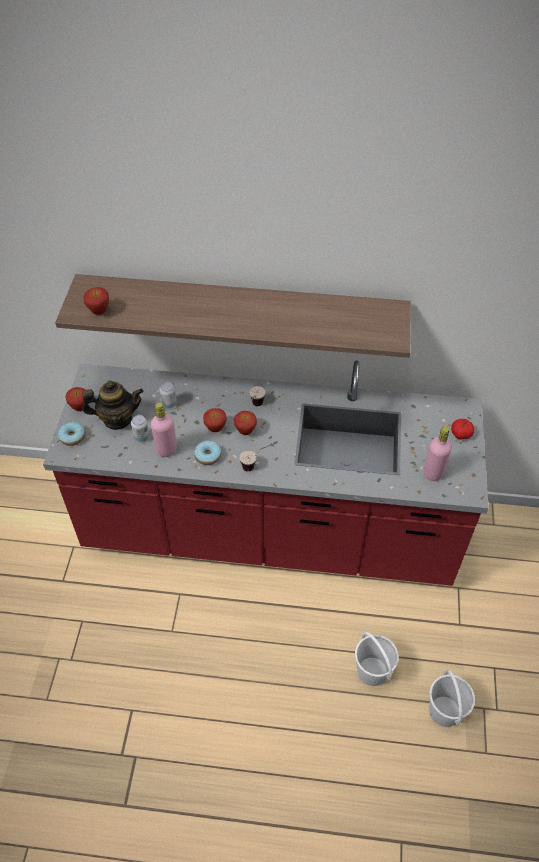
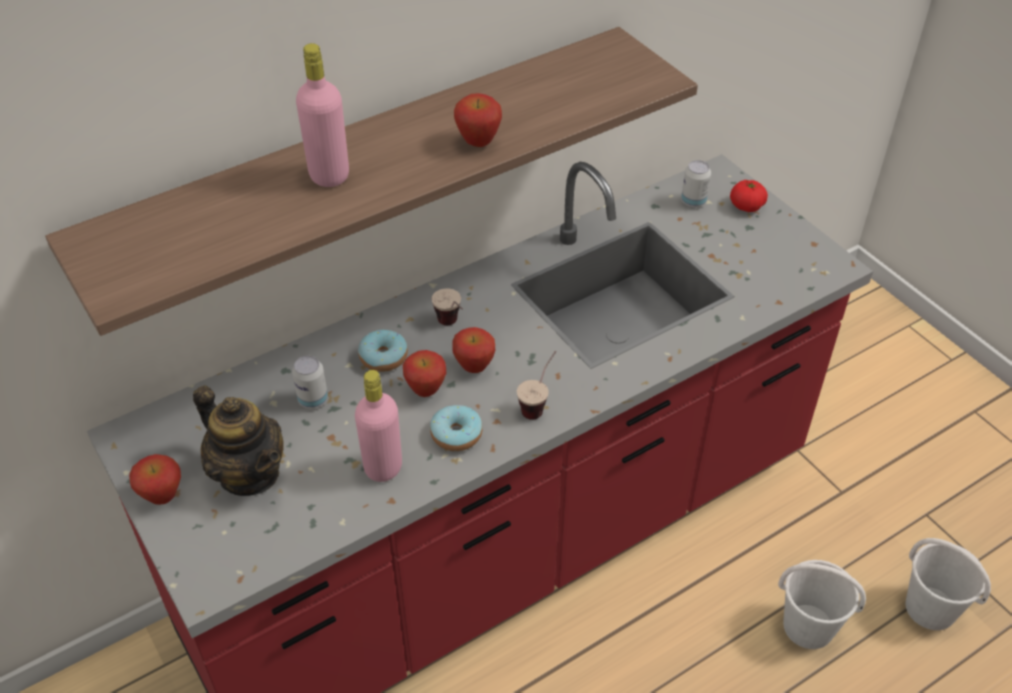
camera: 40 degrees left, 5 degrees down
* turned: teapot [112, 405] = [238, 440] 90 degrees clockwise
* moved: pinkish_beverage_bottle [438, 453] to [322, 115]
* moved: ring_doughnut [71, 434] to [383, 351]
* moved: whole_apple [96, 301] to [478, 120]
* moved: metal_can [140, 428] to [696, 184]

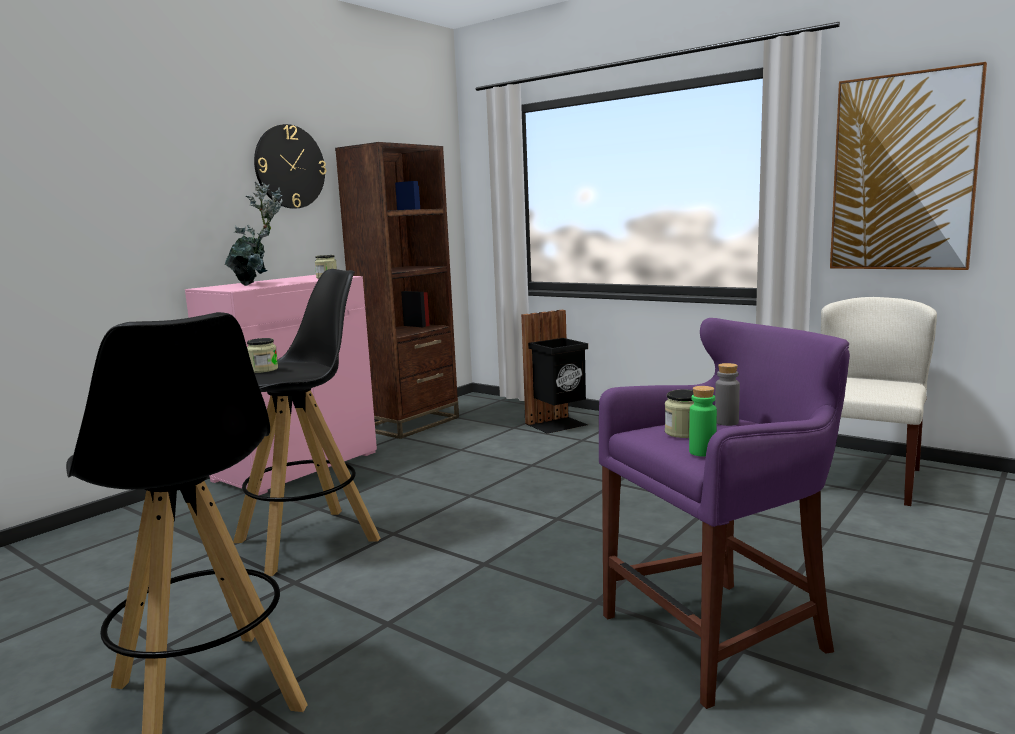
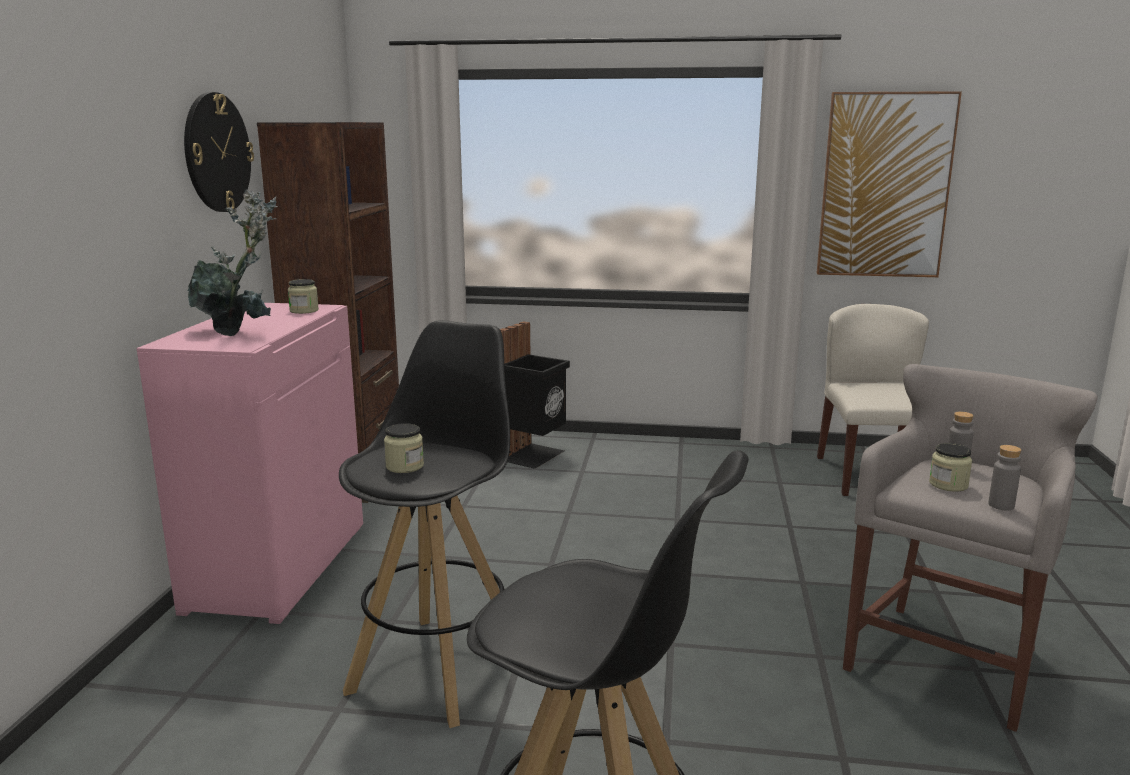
camera: 30 degrees left, 5 degrees up
* recoloured: purple-coloured_stool [724, 513] to greyish_stool [970, 548]
* recoloured: green-coloured_beverage_bottle [703, 421] to greyish_beverage_bottle [1004, 477]

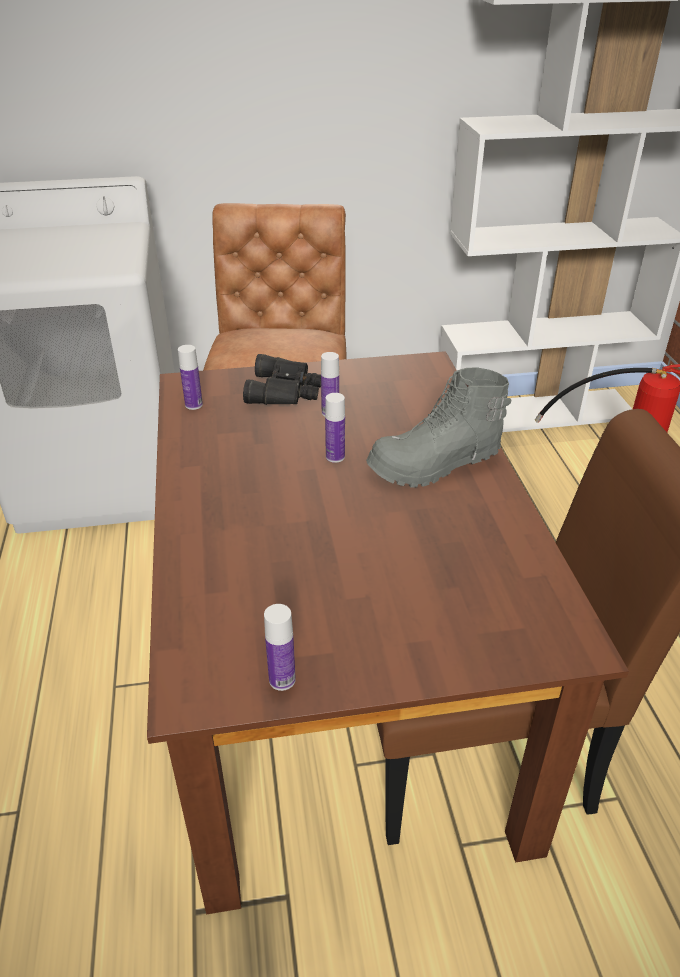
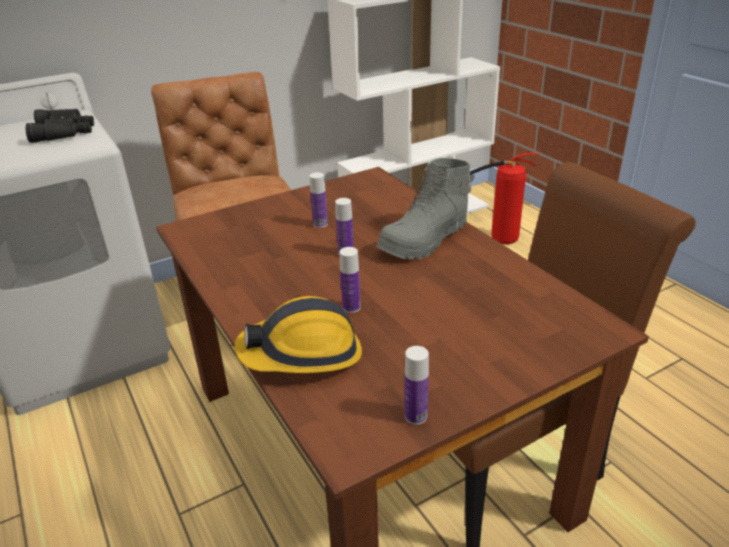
camera: 20 degrees left, 5 degrees down
* moved: black-coloured_field_glasses [282, 379] to [59, 126]
* added: safety_helmet [298, 334]
* moved: beverage_bottle [190, 377] to [350, 280]

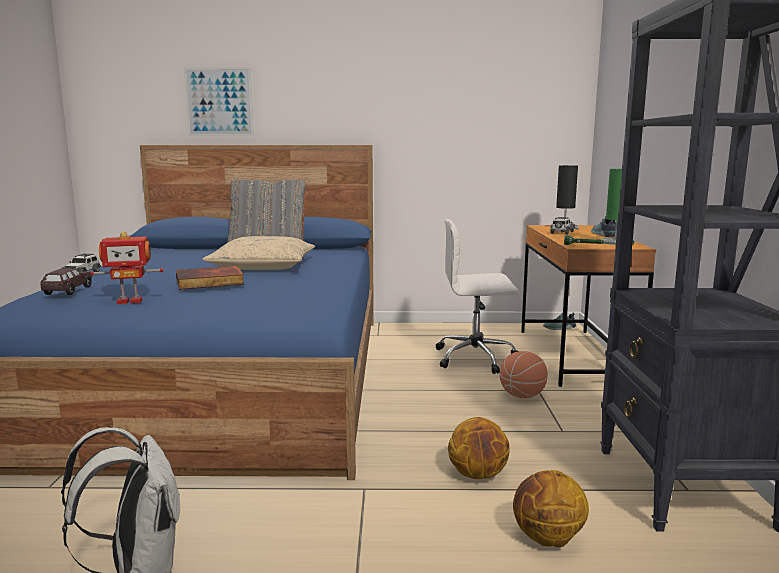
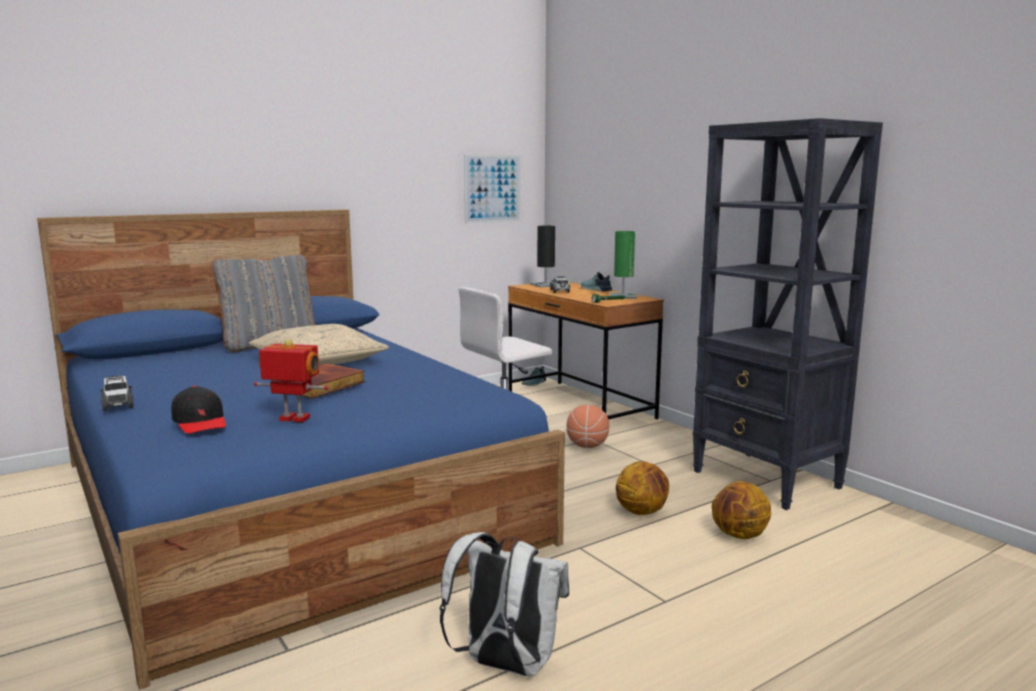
camera: 35 degrees left, 0 degrees up
* replaced: brown-coloured_model_car [66, 282] to black-coloured_baseball_cap [198, 410]
* turned: robot_figure [127, 268] = [291, 380] 120 degrees counterclockwise
* moved: picture [219, 101] to [492, 188]

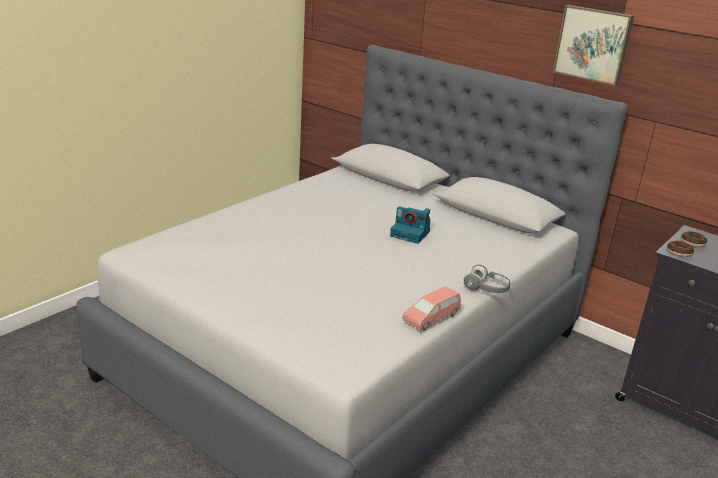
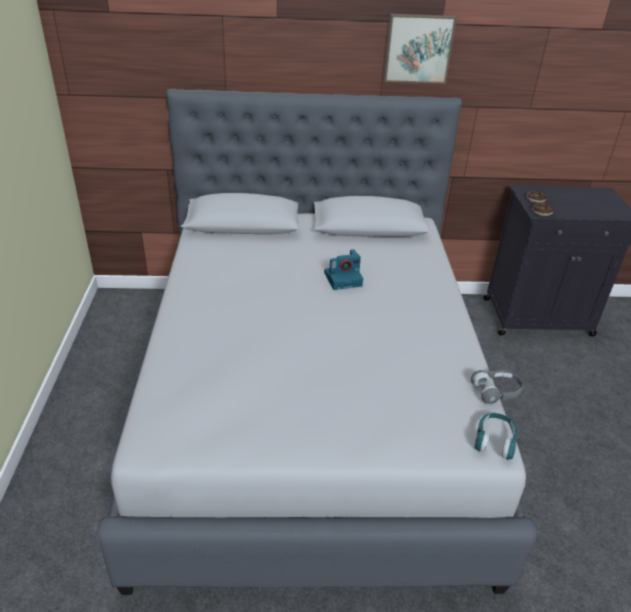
camera: 40 degrees left, 10 degrees up
* moved: greyish_headset [487, 279] to [497, 387]
* added: blue-green_headset [496, 436]
* removed: pinkish_model_car [432, 308]

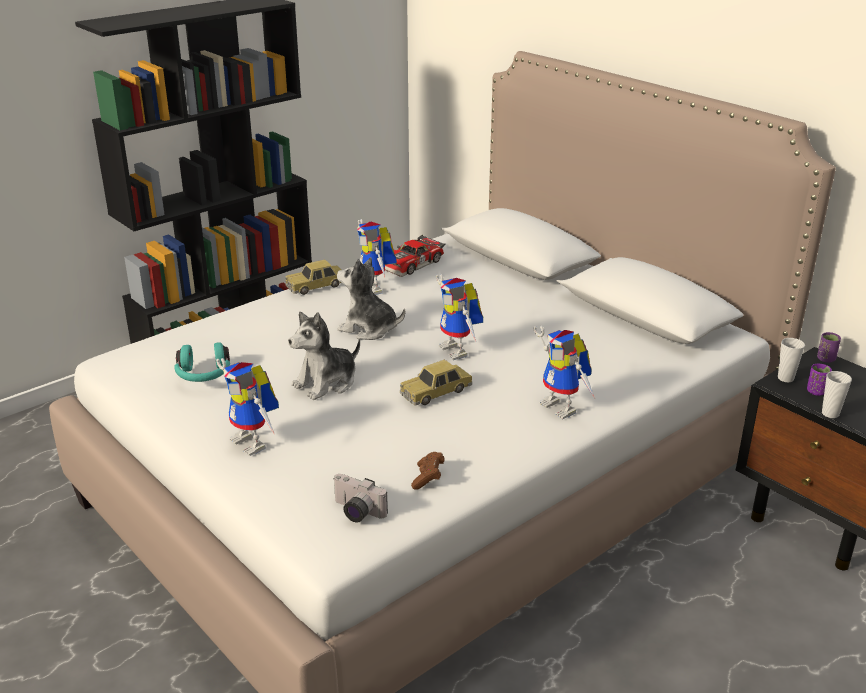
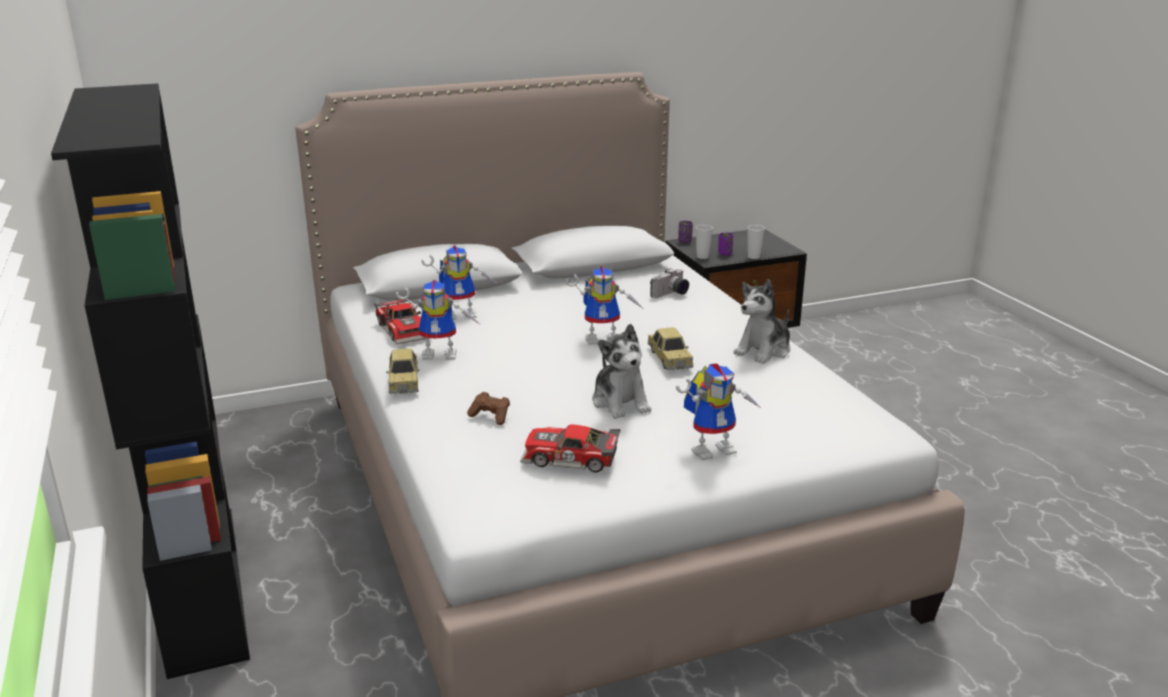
camera: 70 degrees left, 5 degrees down
* moved: robot_figure [565, 372] to [459, 283]
* moved: brown-coloured_joypad [428, 471] to [488, 408]
* replaced: blue-green_headset [202, 362] to model_car [570, 448]
* moved: photo_camera [360, 498] to [669, 283]
* moved: cuddly_toy [371, 298] to [761, 321]

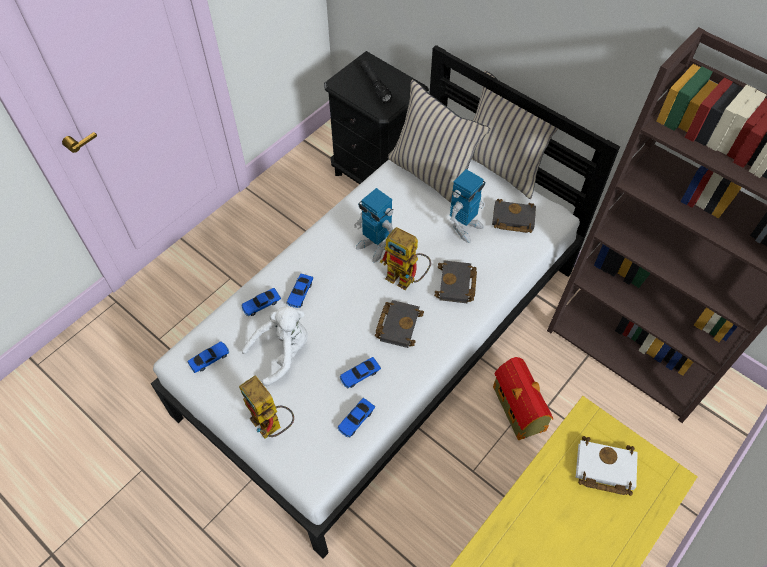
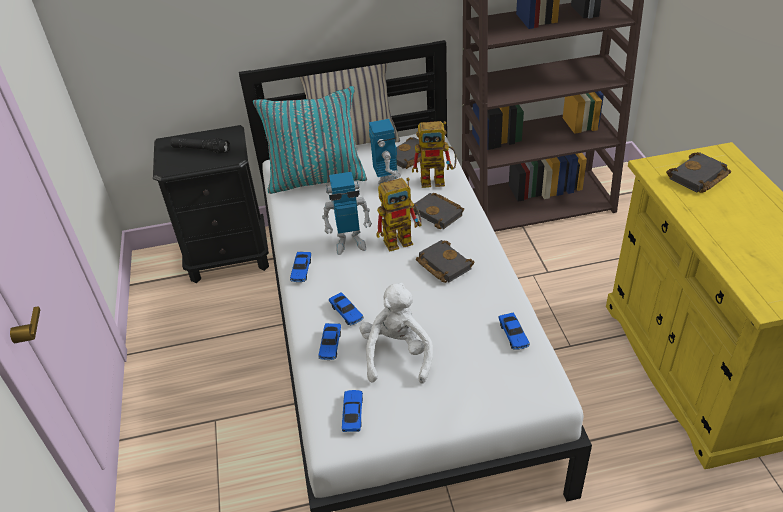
camera: 50 degrees left, 15 degrees down
* recoloured: sand-coloured_cushion [439, 141] to blue-green_cushion [310, 140]
* moved: model_car [360, 372] to [300, 267]
* moved: robot_figure [266, 407] to [434, 154]
* recoloured: whitish_book [607, 466] to black-coloured_book [698, 172]
* removed: miniature_house [523, 398]

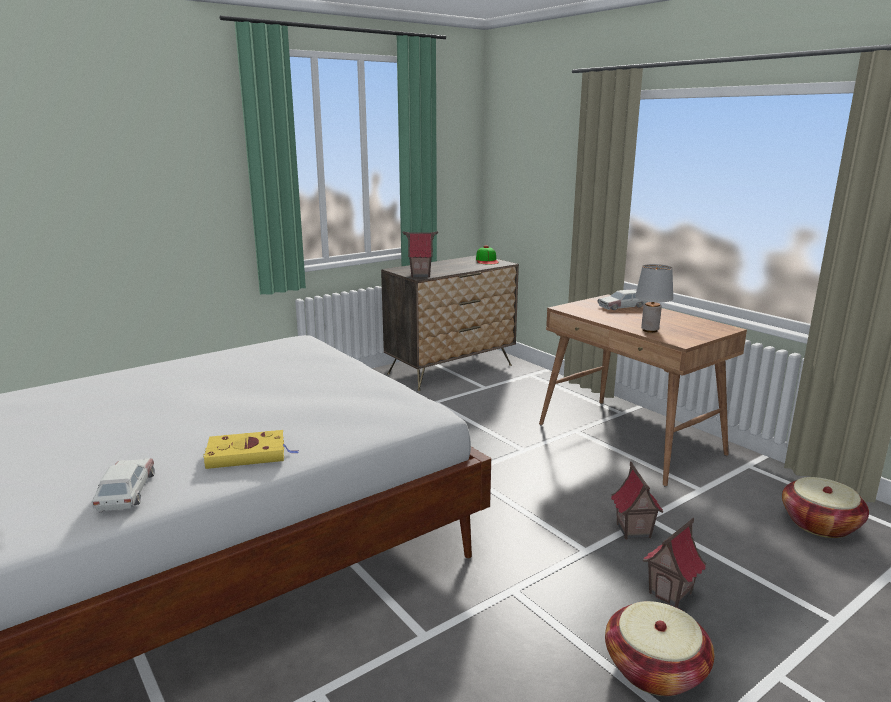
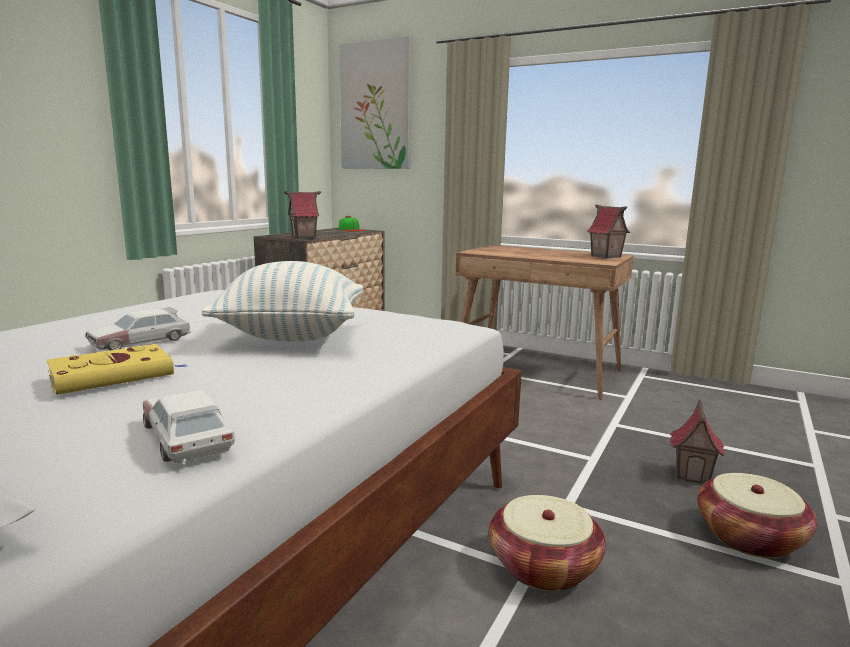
camera: 25 degrees left, 5 degrees down
* moved: yellow_book [251, 449] to [117, 369]
* moved: model_car [622, 299] to [138, 329]
* added: cushion [282, 301]
* added: picture [376, 102]
* moved: household_basket [825, 507] to [547, 543]
* moved: miniature_house [637, 500] to [608, 232]
* removed: greyish_lamp_for_a_table [654, 298]

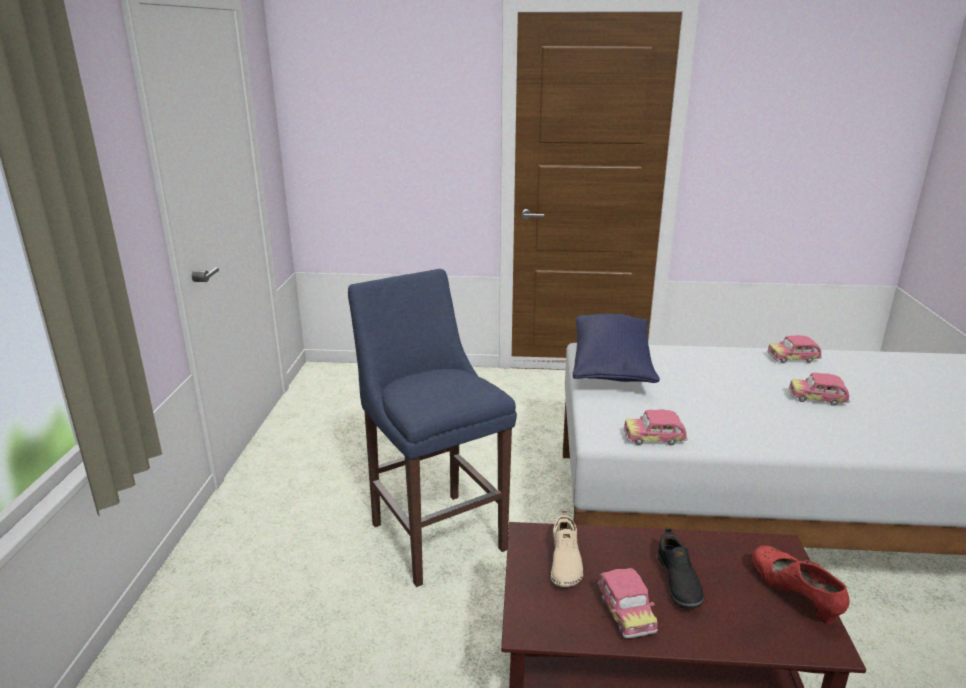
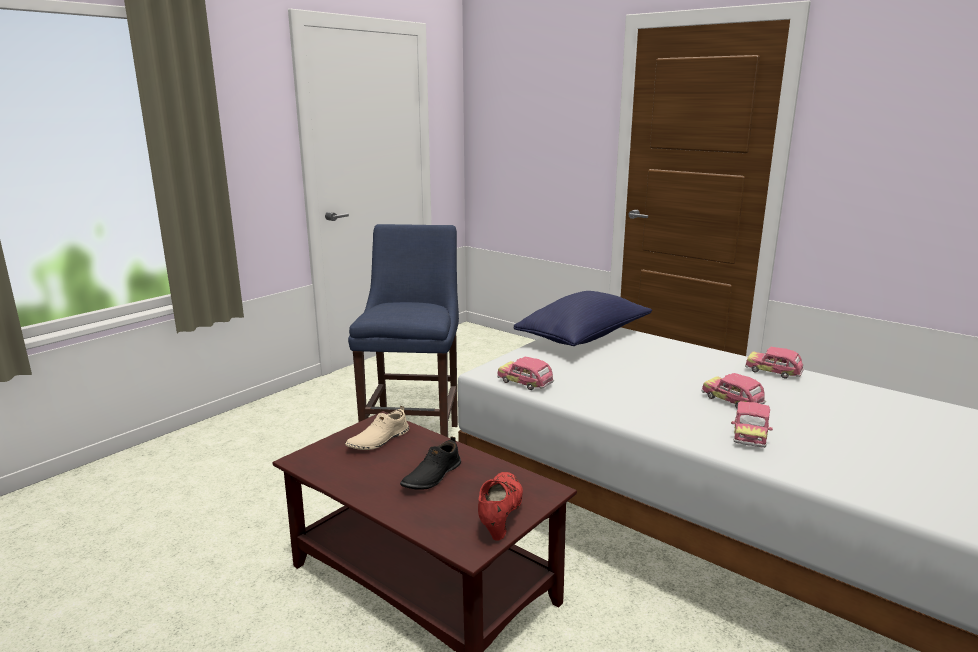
camera: 35 degrees right, 5 degrees down
* moved: model_car [628, 603] to [752, 424]

